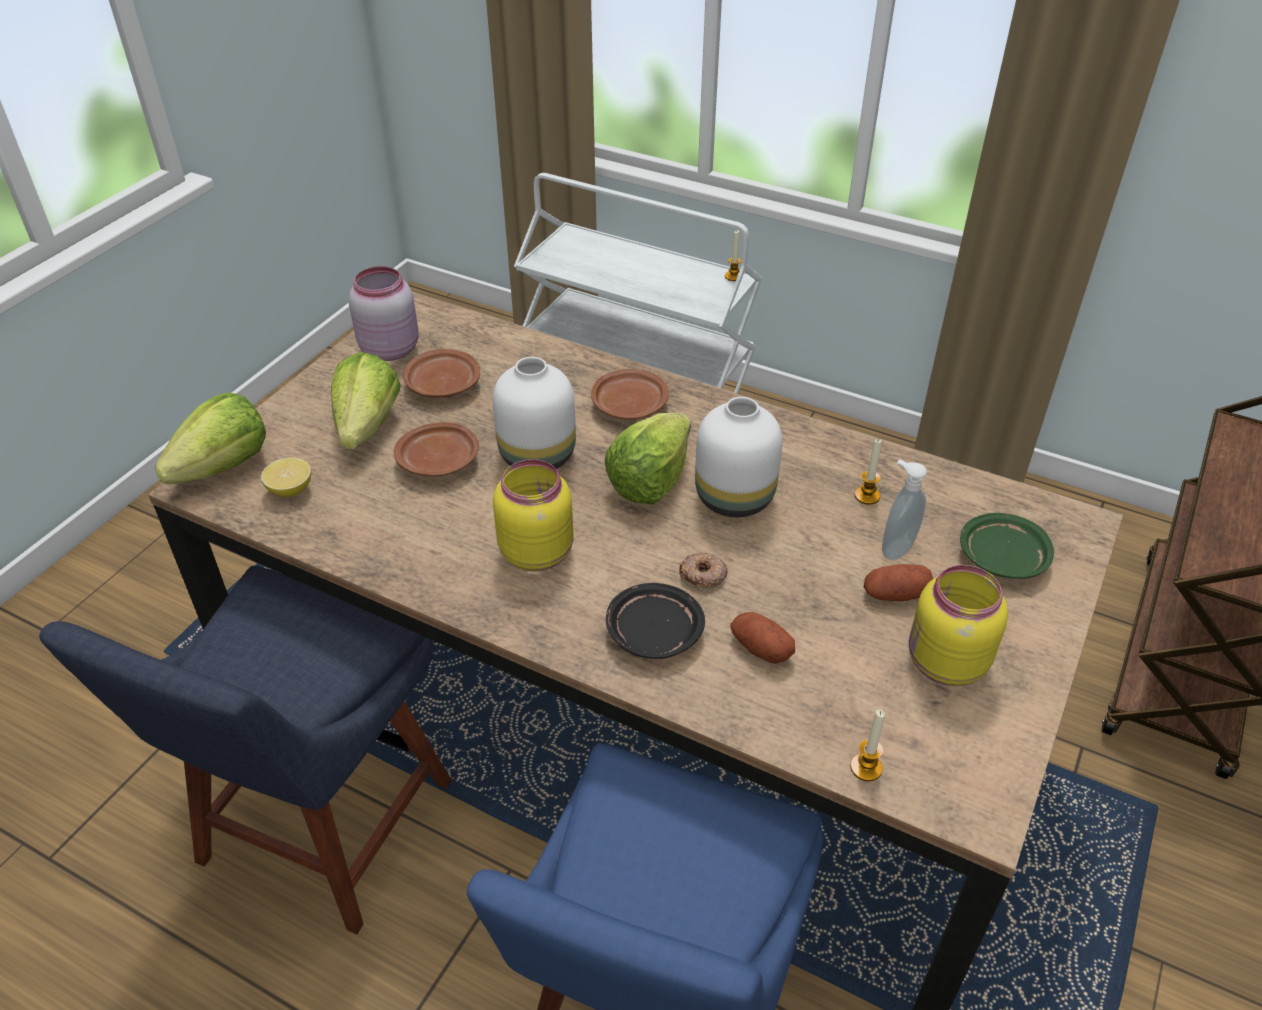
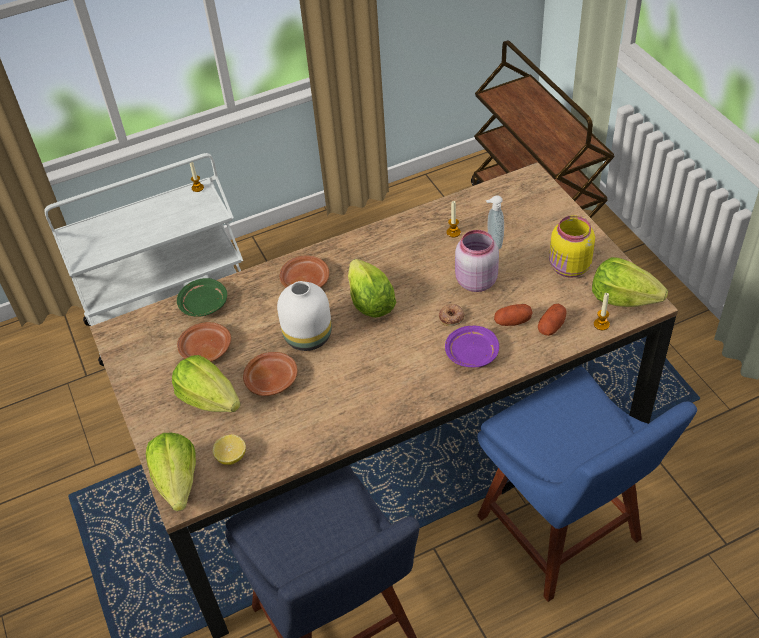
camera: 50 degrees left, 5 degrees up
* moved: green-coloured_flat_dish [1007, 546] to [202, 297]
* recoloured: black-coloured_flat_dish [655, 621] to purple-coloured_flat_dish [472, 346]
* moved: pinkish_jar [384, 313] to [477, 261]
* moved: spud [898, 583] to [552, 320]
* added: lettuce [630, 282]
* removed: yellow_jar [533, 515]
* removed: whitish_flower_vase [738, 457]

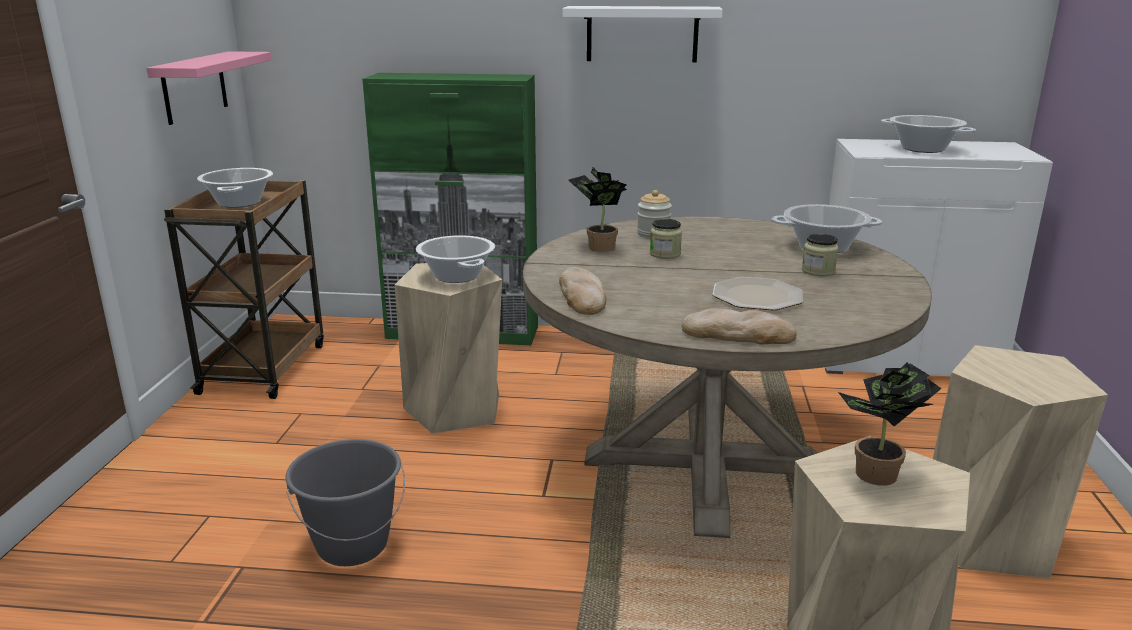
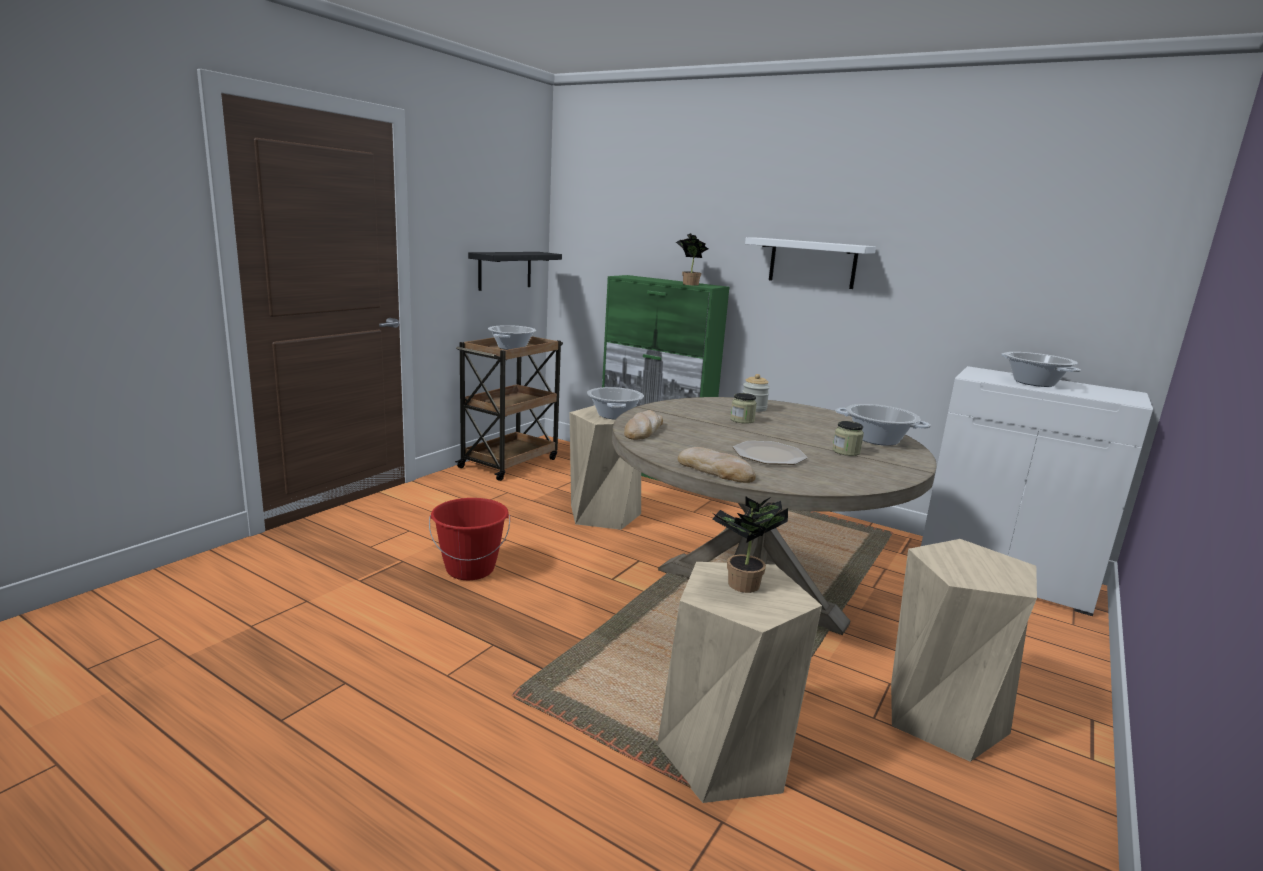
camera: 25 degrees right, 5 degrees down
* recoloured: greyish_bucket [345, 502] to red_bucket [469, 539]
* recoloured: pinkish_bracket_shelf [209, 88] to black-coloured_bracket_shelf [515, 271]
* moved: potted_plant [598, 209] to [692, 259]

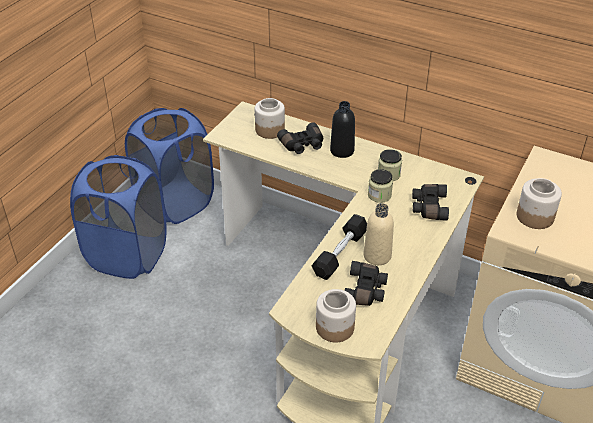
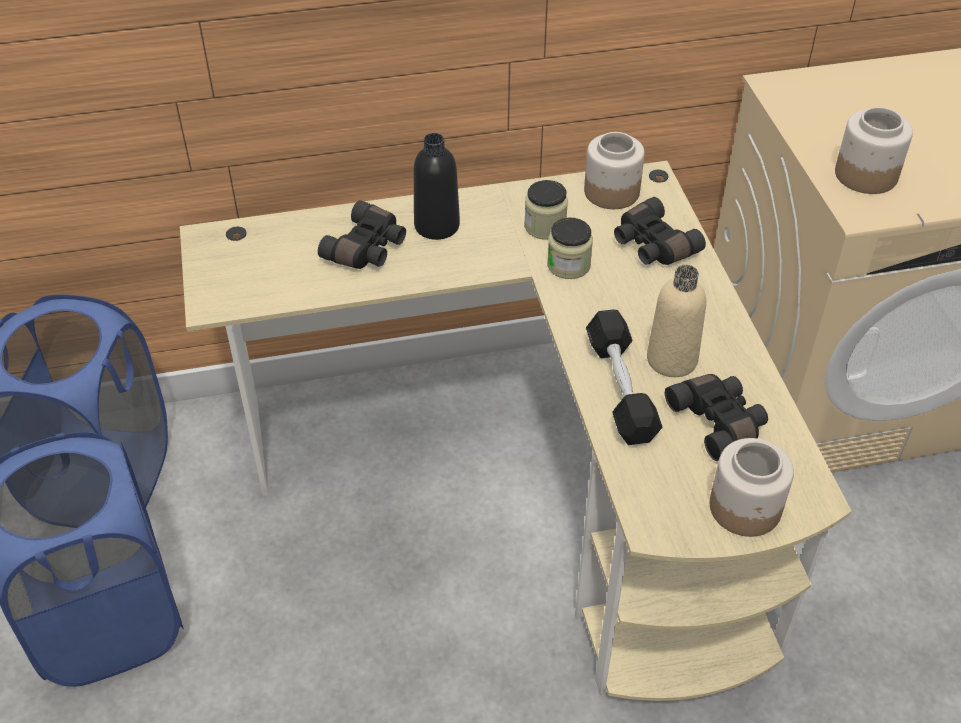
camera: 40 degrees left, 5 degrees up
* moved: jar [270, 118] to [614, 170]

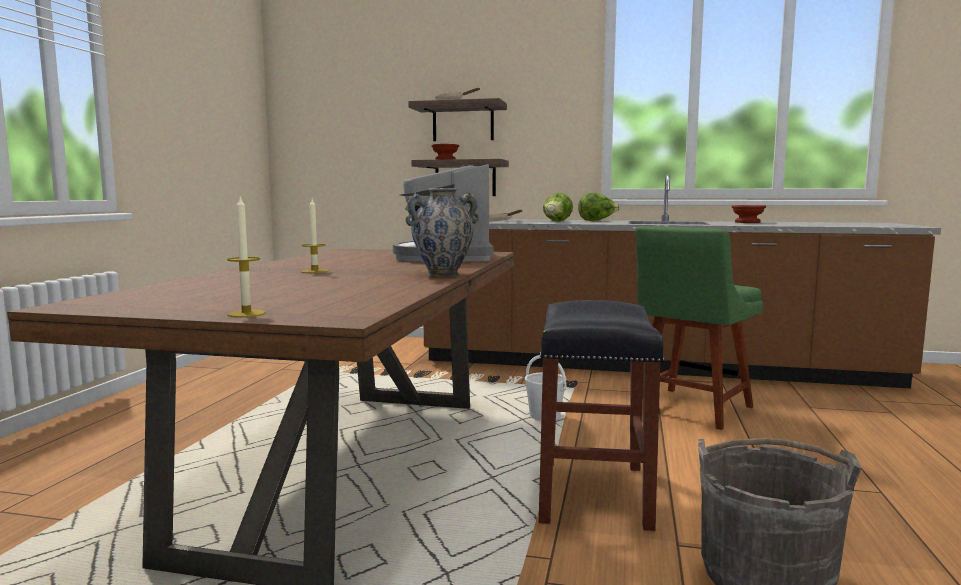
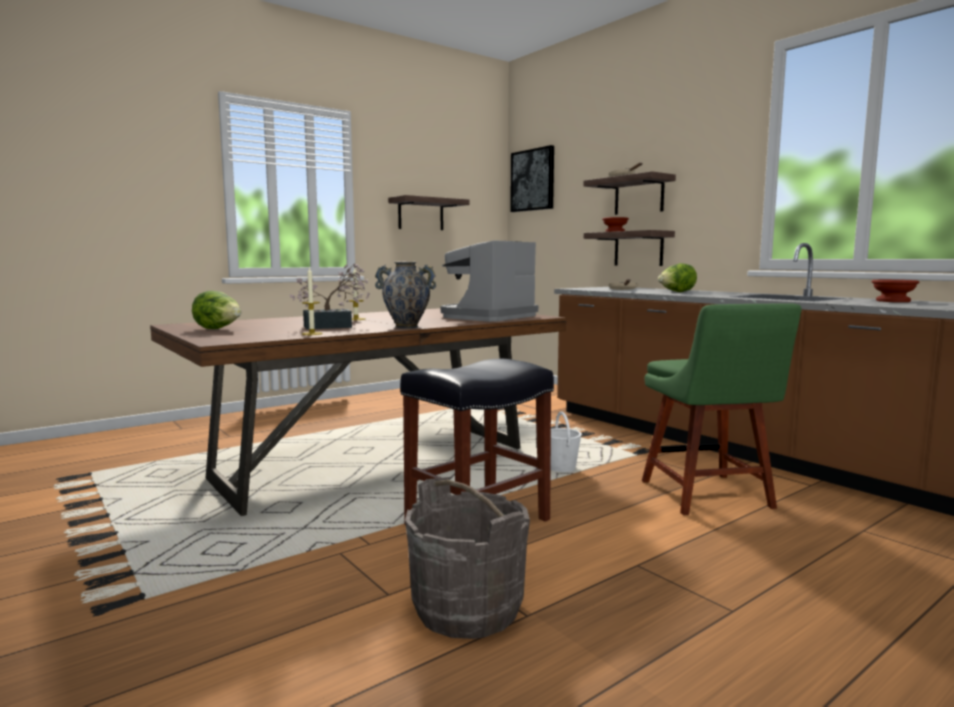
camera: 40 degrees right, 0 degrees up
* moved: lettuce [599, 207] to [216, 310]
* added: potted_plant [330, 296]
* moved: wax_candle [246, 257] to [312, 301]
* added: bracket_shelf [428, 212]
* added: picture [532, 178]
* turned: green-coloured_plain_chair [699, 328] = [722, 409] 90 degrees counterclockwise

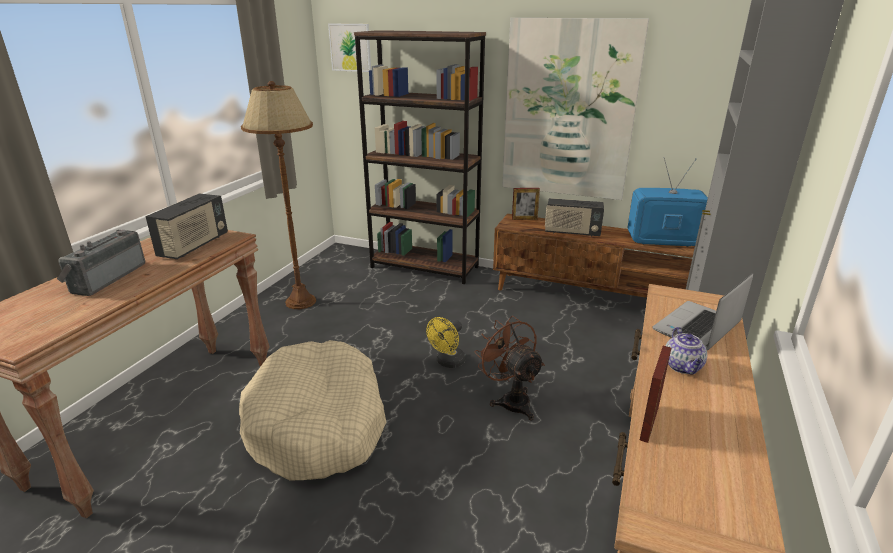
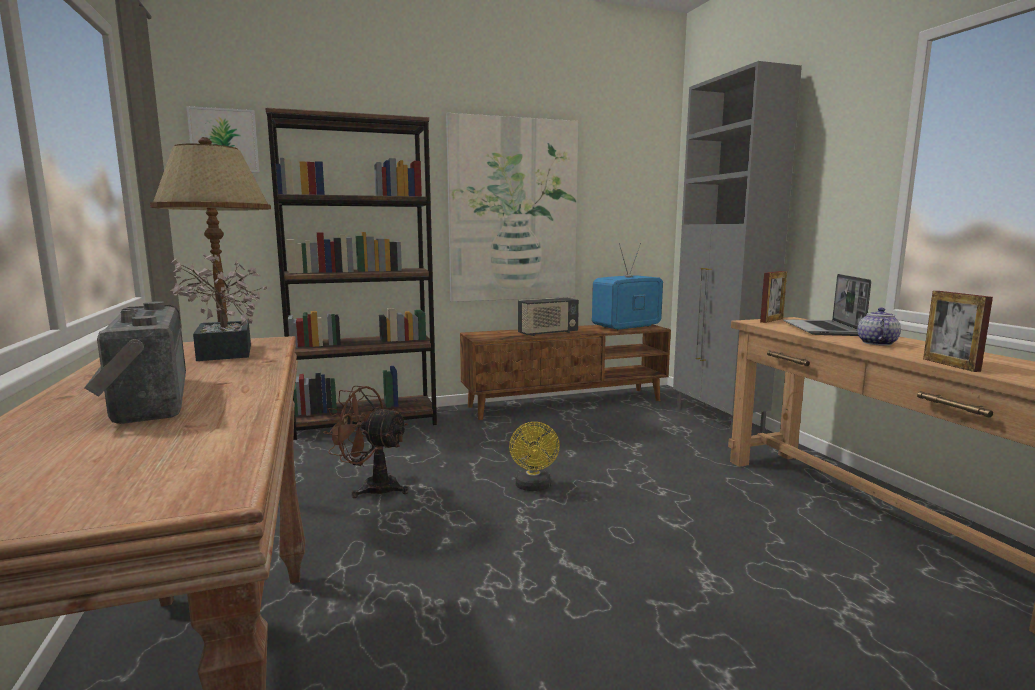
camera: 40 degrees left, 15 degrees down
* replaced: radio [186, 226] to potted_plant [219, 307]
* moved: brown-coloured_cooling_fan [509, 368] to [365, 442]
* moved: standing_frame [526, 204] to [773, 297]
* turned: teapot [686, 351] = [879, 327] 120 degrees counterclockwise
* removed: sand-coloured_dog_bed [312, 410]

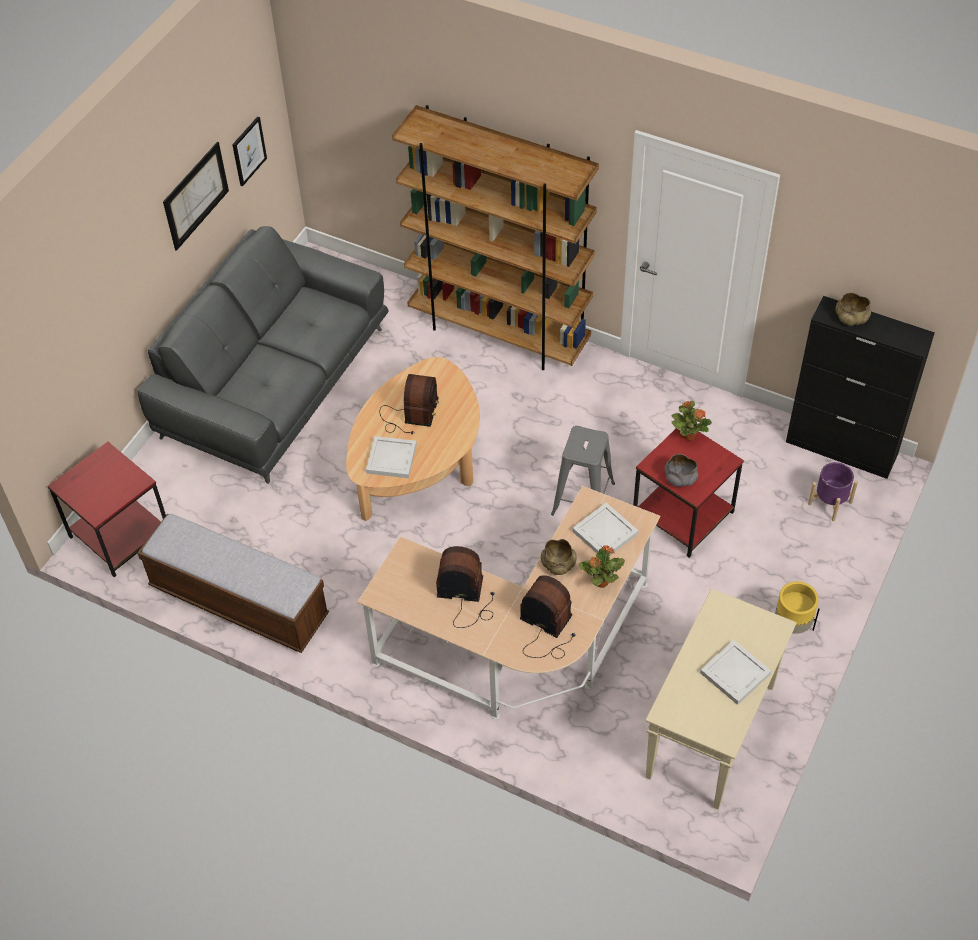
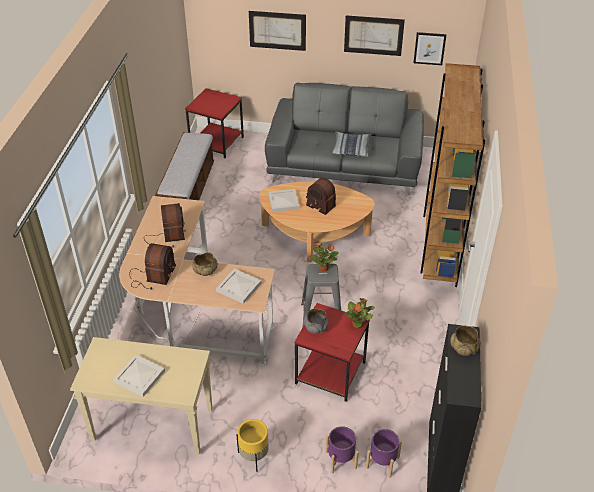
camera: 70 degrees right, 10 degrees down
* added: picture [277, 31]
* turned: radio [409, 404] = [321, 196] 45 degrees clockwise
* moved: potted_plant [602, 566] to [324, 257]
* added: purple-coloured_planter [342, 450]
* added: cushion [351, 144]

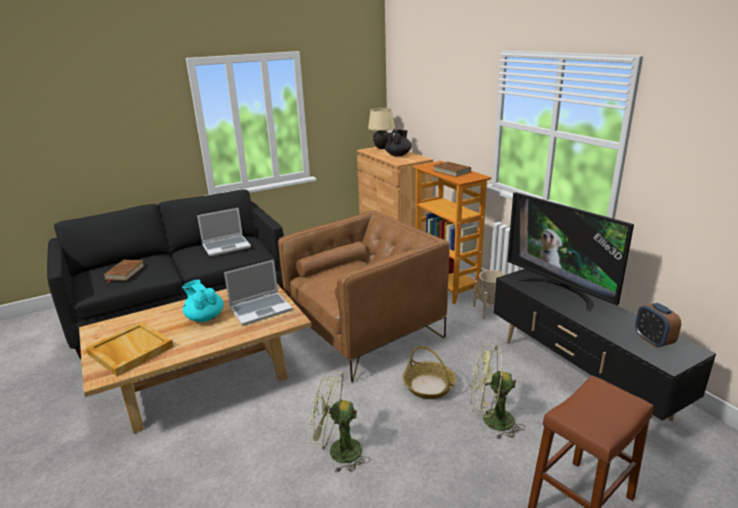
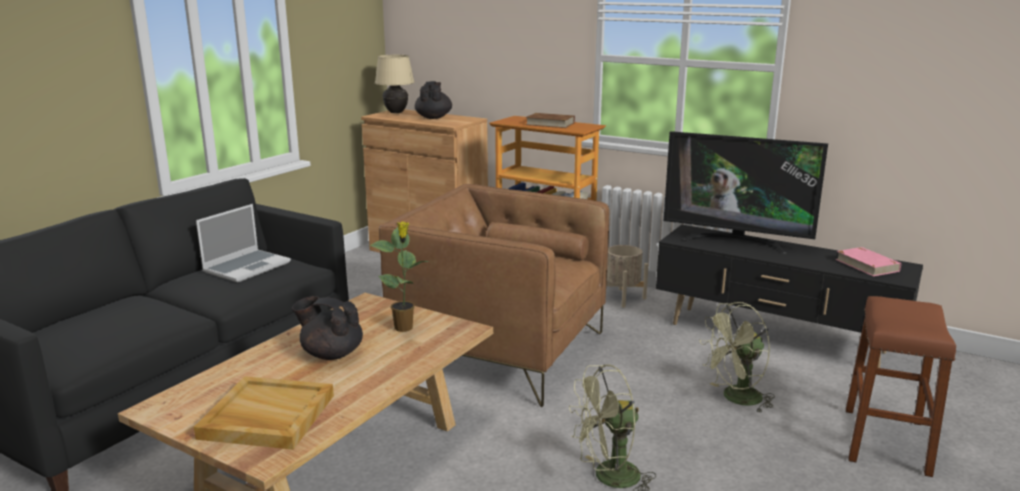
camera: 30 degrees left, 5 degrees down
* recoloured: blue-green_teapot [203, 301] to black-coloured_teapot [327, 328]
* replaced: laptop [258, 293] to potted_plant [398, 276]
* turned: brown-coloured_easy_chair [363, 296] = [494, 295] 90 degrees counterclockwise
* replaced: bedside_clock [658, 325] to pinkish_book [868, 261]
* removed: brown-coloured_book [124, 271]
* removed: household_basket [429, 372]

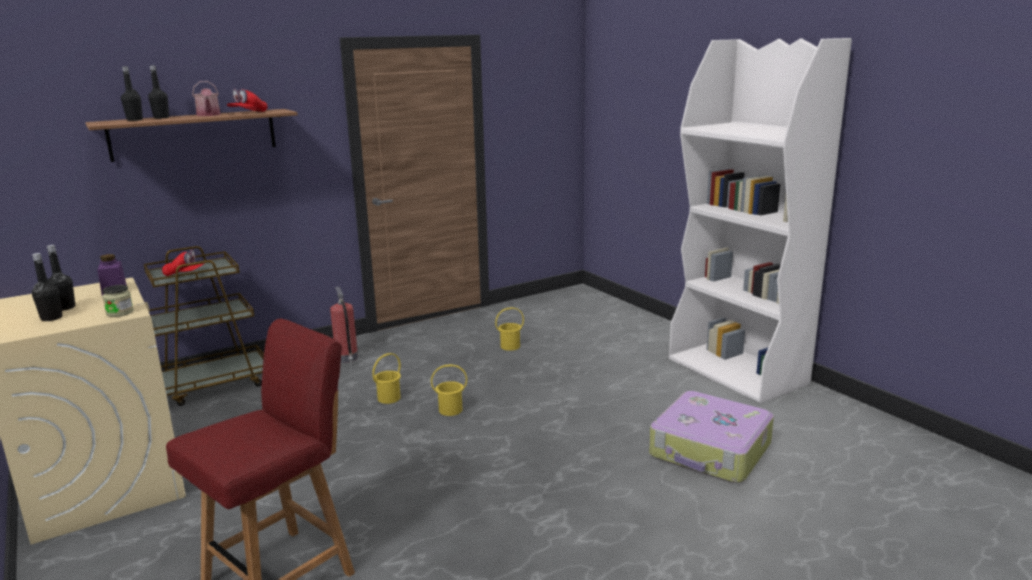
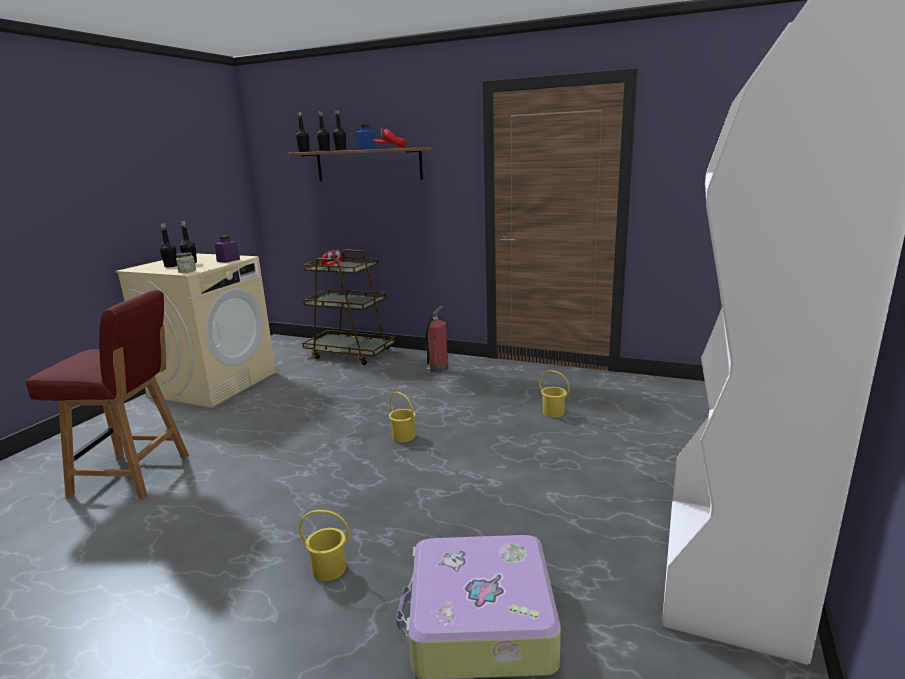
camera: 55 degrees right, 0 degrees up
* added: black-coloured_beverage_bottle [302, 132]
* moved: yellow_bucket [386, 378] to [324, 545]
* replaced: sprinkling_can [206, 98] to blue-coloured_jar [366, 137]

